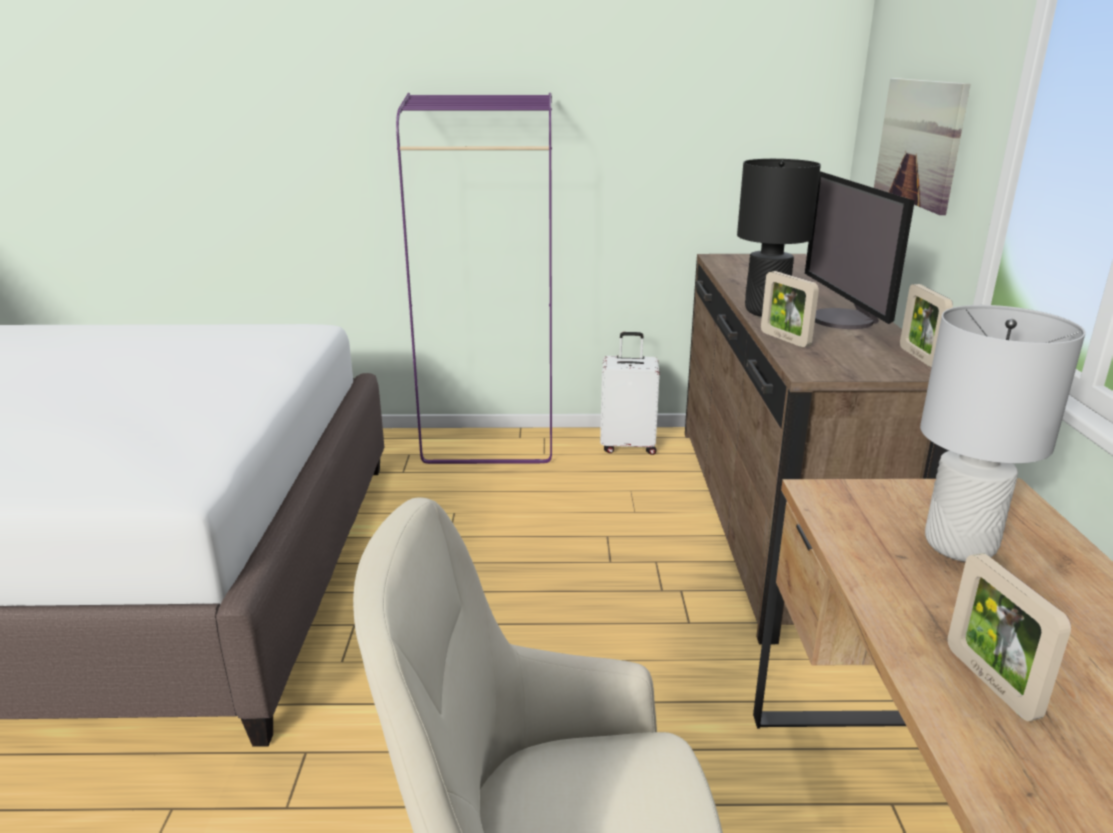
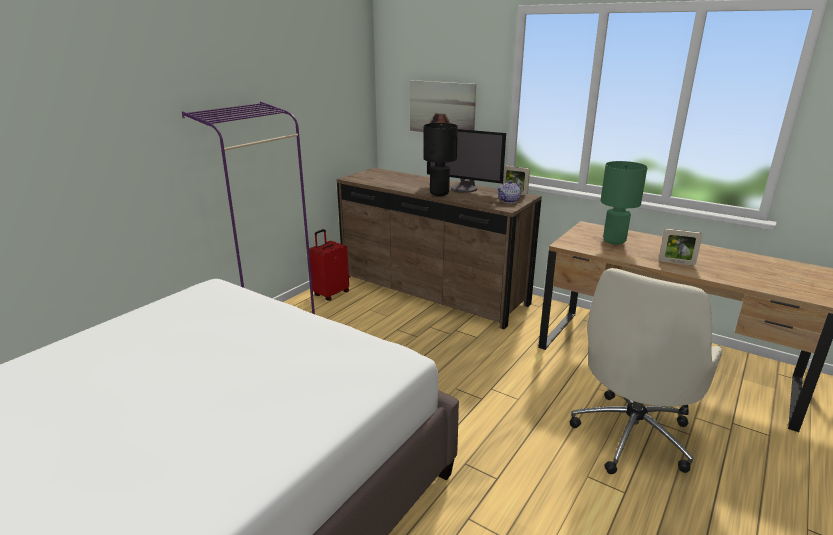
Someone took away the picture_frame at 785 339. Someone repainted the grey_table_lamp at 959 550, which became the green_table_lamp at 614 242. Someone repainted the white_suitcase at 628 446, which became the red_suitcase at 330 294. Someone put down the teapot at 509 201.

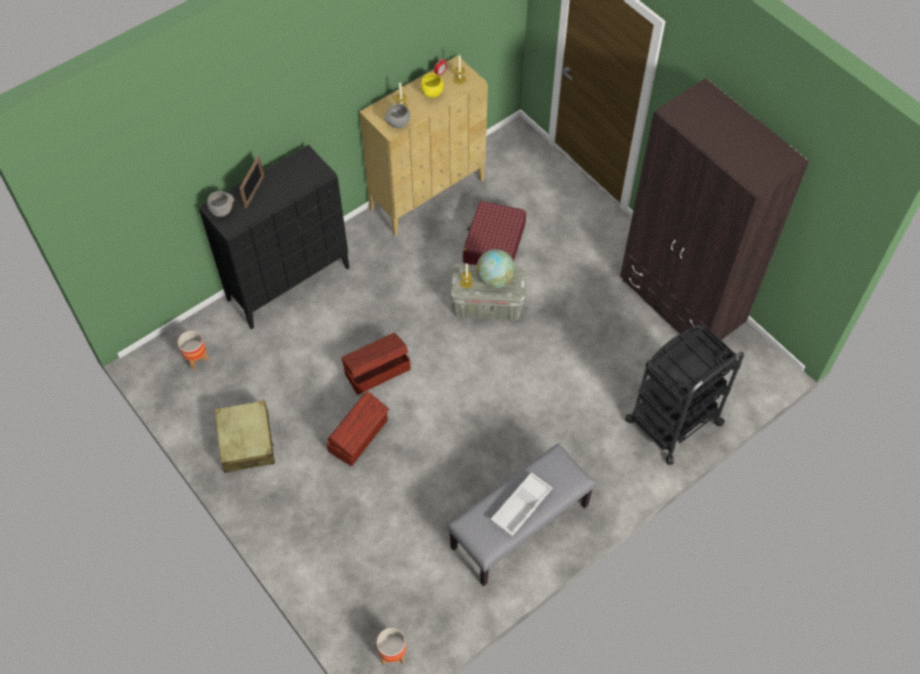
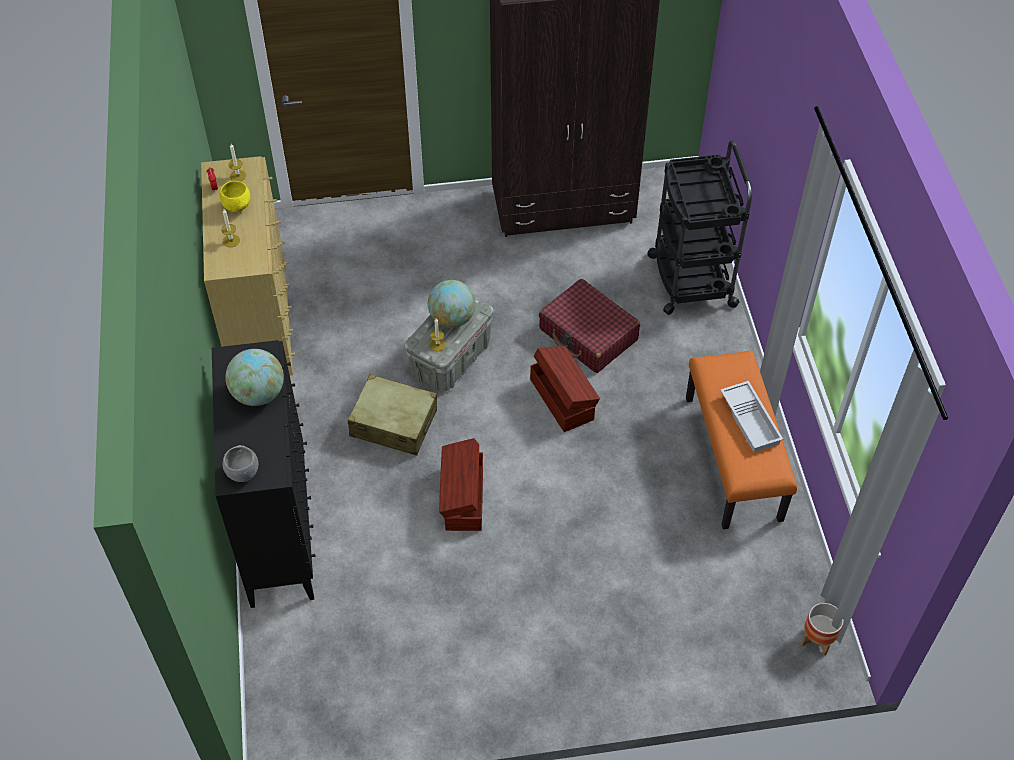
Someone took away the grey_bowl at 398 124. Someone took away the picture_frame at 254 192. Someone carried the red_suitcase from 494 243 to 588 335. Someone took away the planter at 196 359. Someone carried the brown_storage_box from 359 436 to 562 398. Someone carried the beige_suitcase from 246 441 to 393 423. Someone repainted the grey_bench at 520 527, which became the orange_bench at 734 458. Someone put down the globe at 258 394.

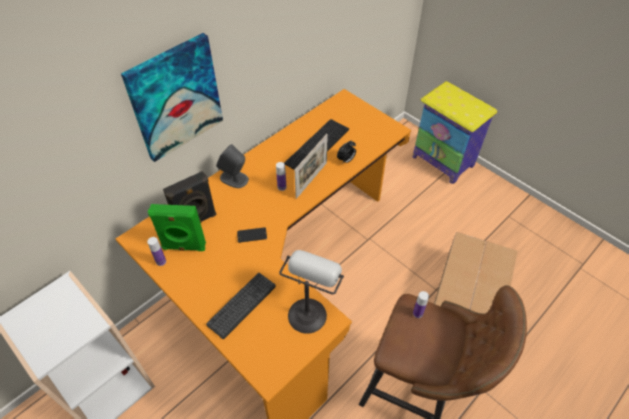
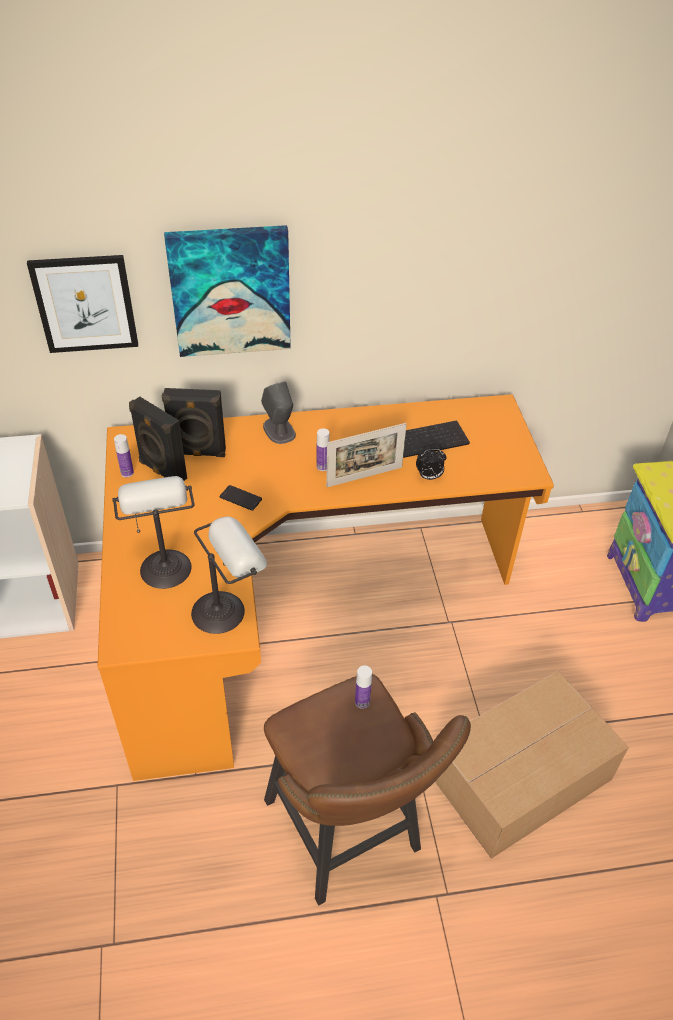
Someone repainted the green_speaker at 184 247, which became the black_speaker at 162 471. Someone swapped the keyboard at 242 305 for the table_lamp at 163 560. Someone put up the picture at 85 304.

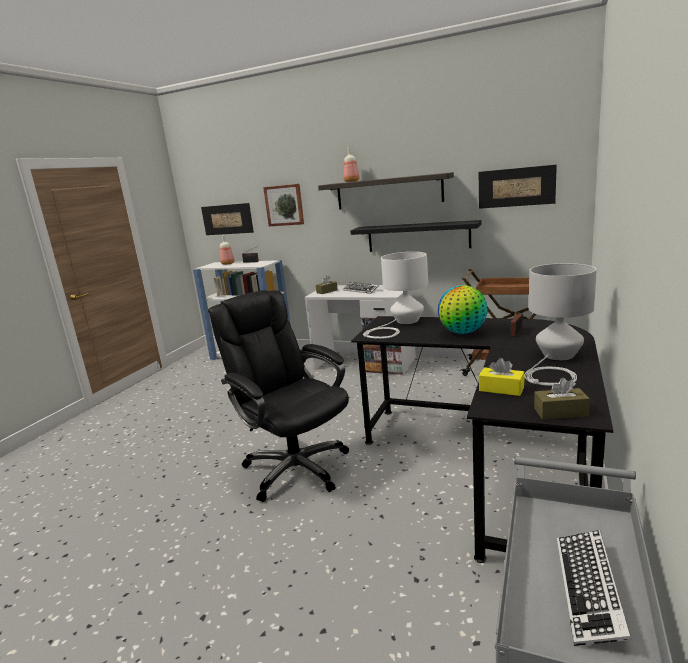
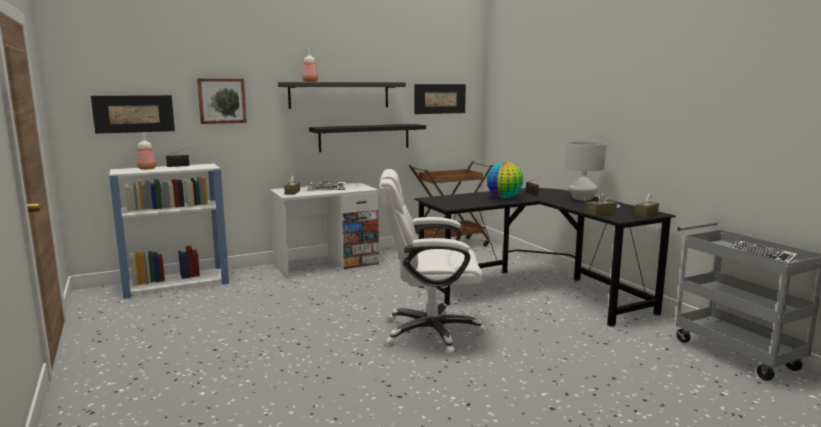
Someone took away the white_table_lamp at 397 325. Someone repainted the black_office_chair at 295 469, which became the white_office_chair at 431 332. Someone repainted the yellow_tissue_box at 501 389, which became the brown_tissue_box at 601 213.

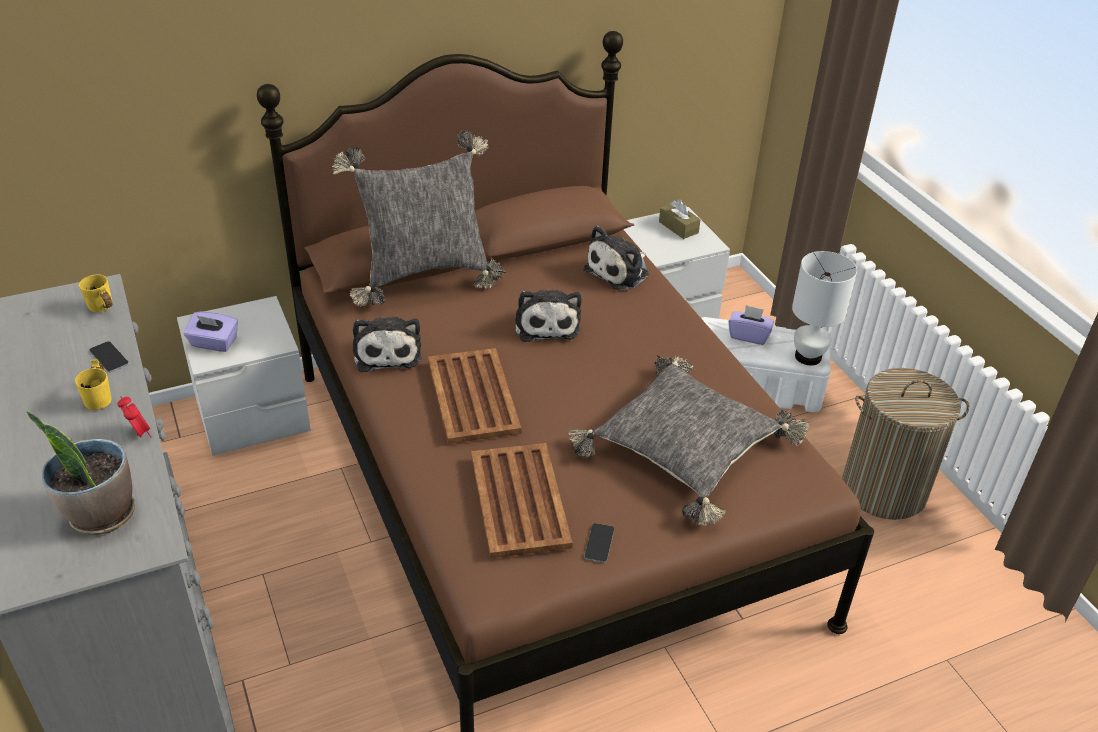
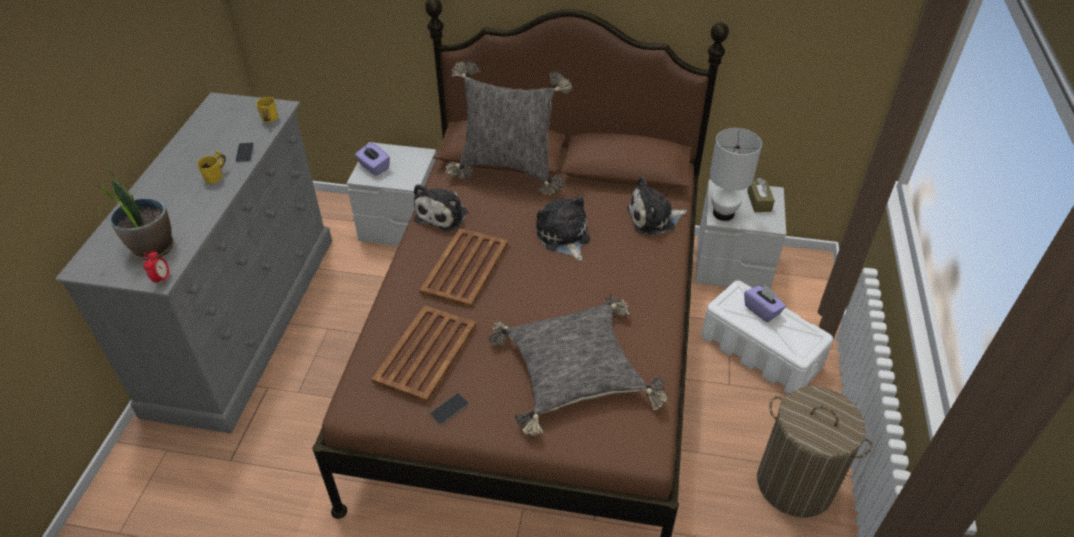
Someone carried the white_table_lamp from 807 357 to 723 213. Someone rotated the plush_toy at 546 324 by 135 degrees clockwise. Someone carried the alarm_clock from 139 433 to 162 279.

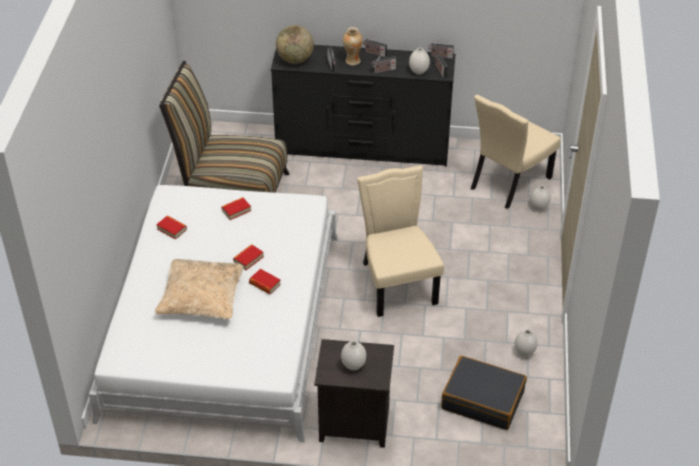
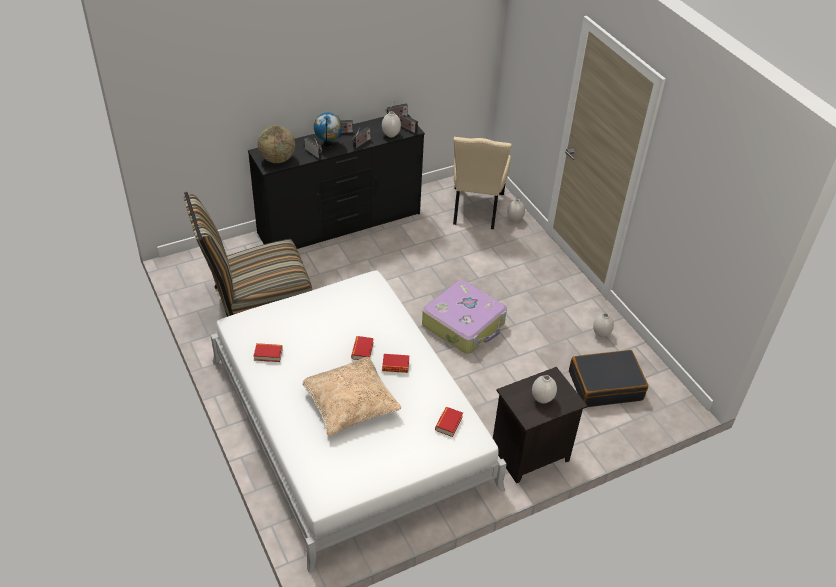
Someone swapped the vase at 352 61 for the globe at 328 144. Someone swapped the beige_chair at 397 285 for the suitcase at 464 324. Someone carried the book from 236 210 to 448 423.

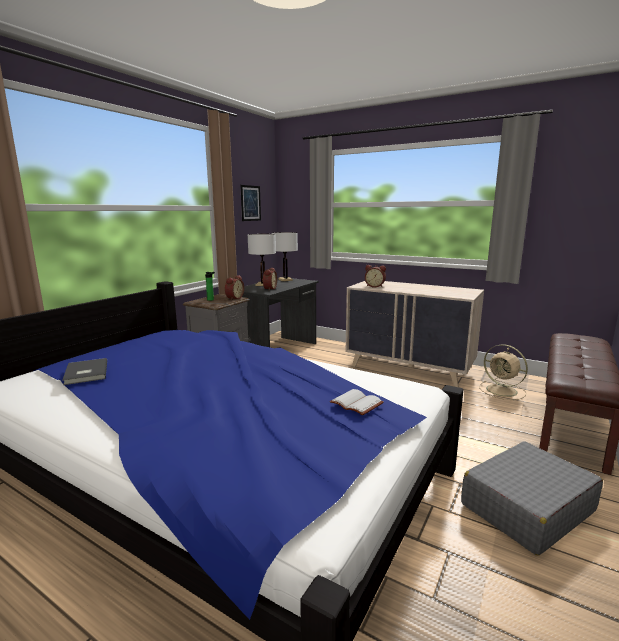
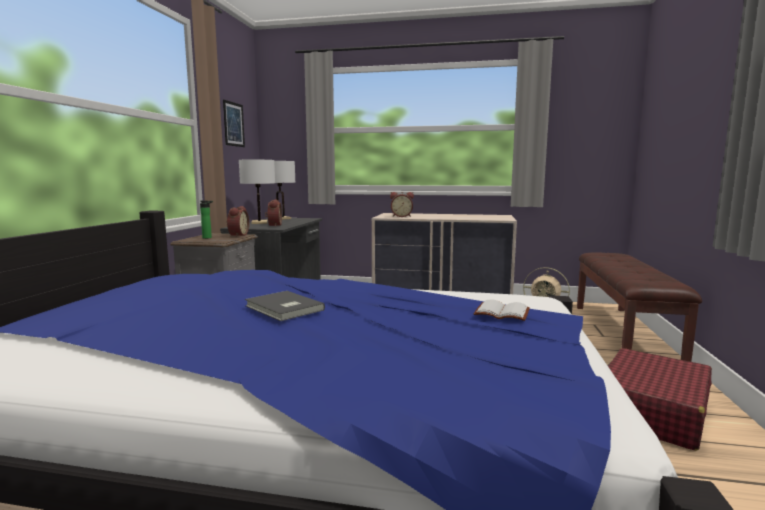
Someone carried the grey_book from 85 373 to 283 308. Someone repainted the grey_suitcase at 526 507, which became the red_suitcase at 651 411.

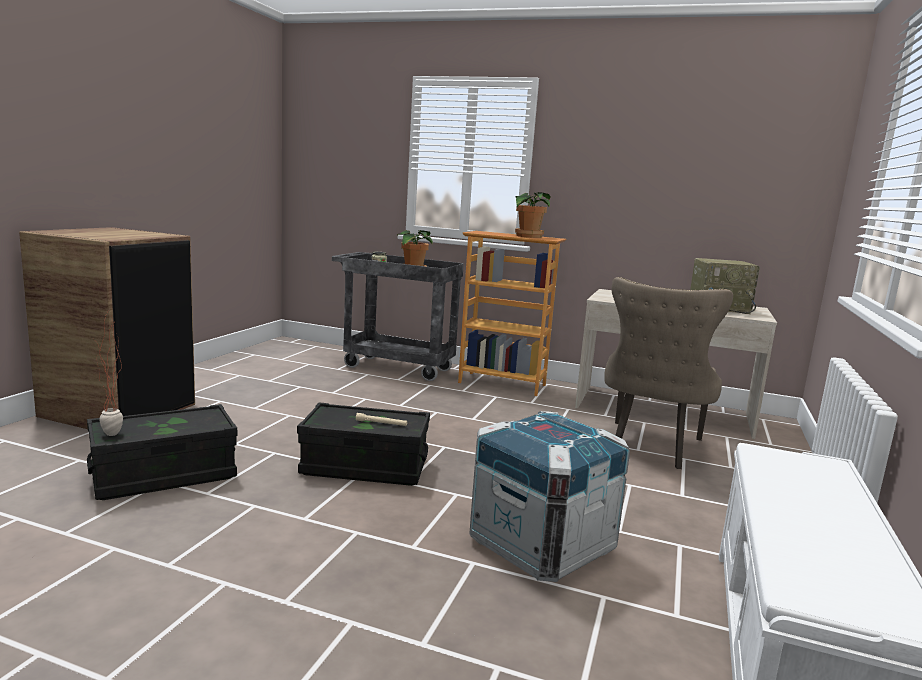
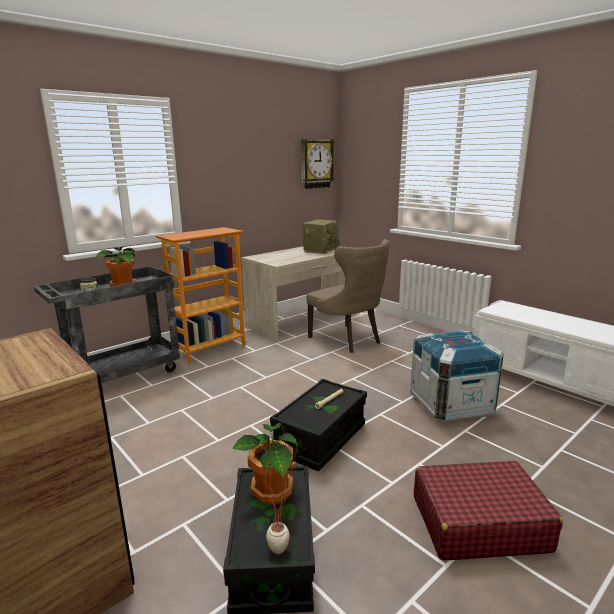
Someone carried the potted_plant from 527 236 to 271 492. Someone put up the wall_clock at 316 163. Someone put down the red_suitcase at 478 523.

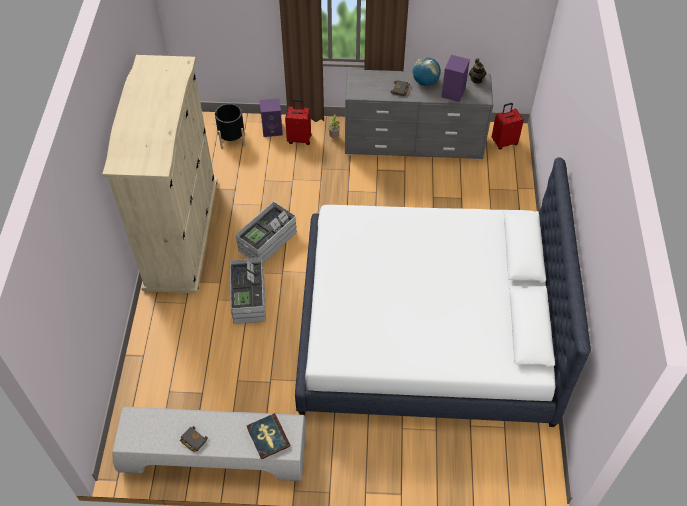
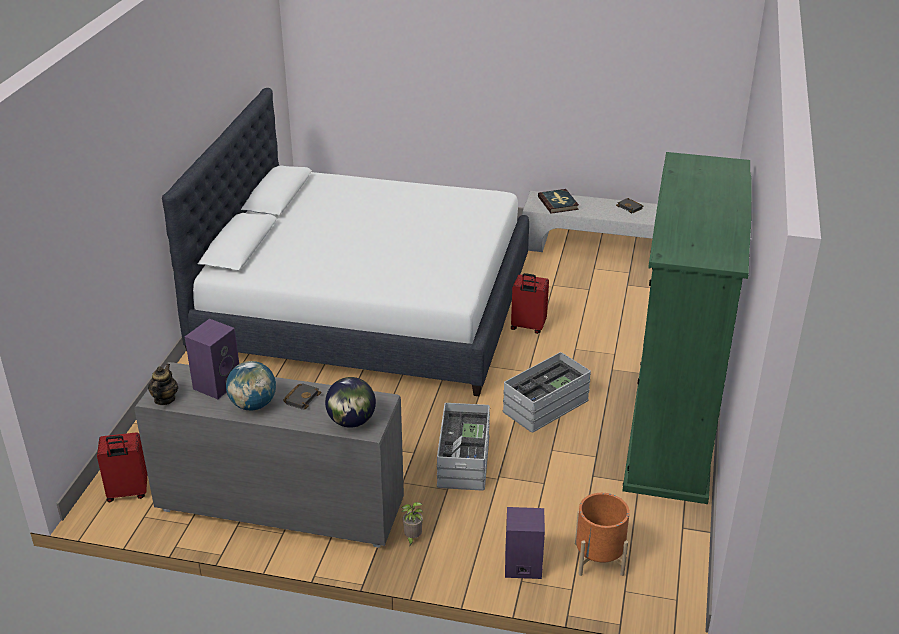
Someone repainted the beige_wardrobe at 181 233, which became the green_wardrobe at 672 427. Someone carried the red_suitcase from 299 139 to 527 327. Someone repainted the black_planter at 232 139, which became the orange_planter at 599 559. Someone carried the grey_storage_box from 248 297 to 464 460. Someone put down the globe at 351 422.

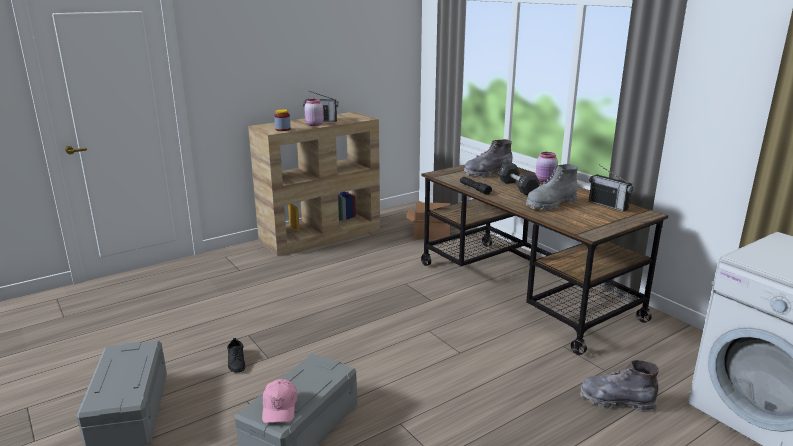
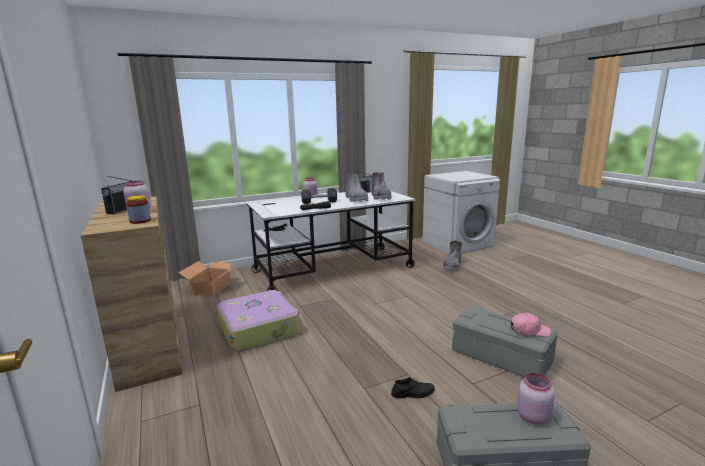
Someone carried the grey_boot from 487 173 to 380 197. Someone repainted the brown_desk at 524 290, which became the white_desk at 333 270. Someone put down the suitcase at 259 329. Someone put down the pink_jar at 532 416.

